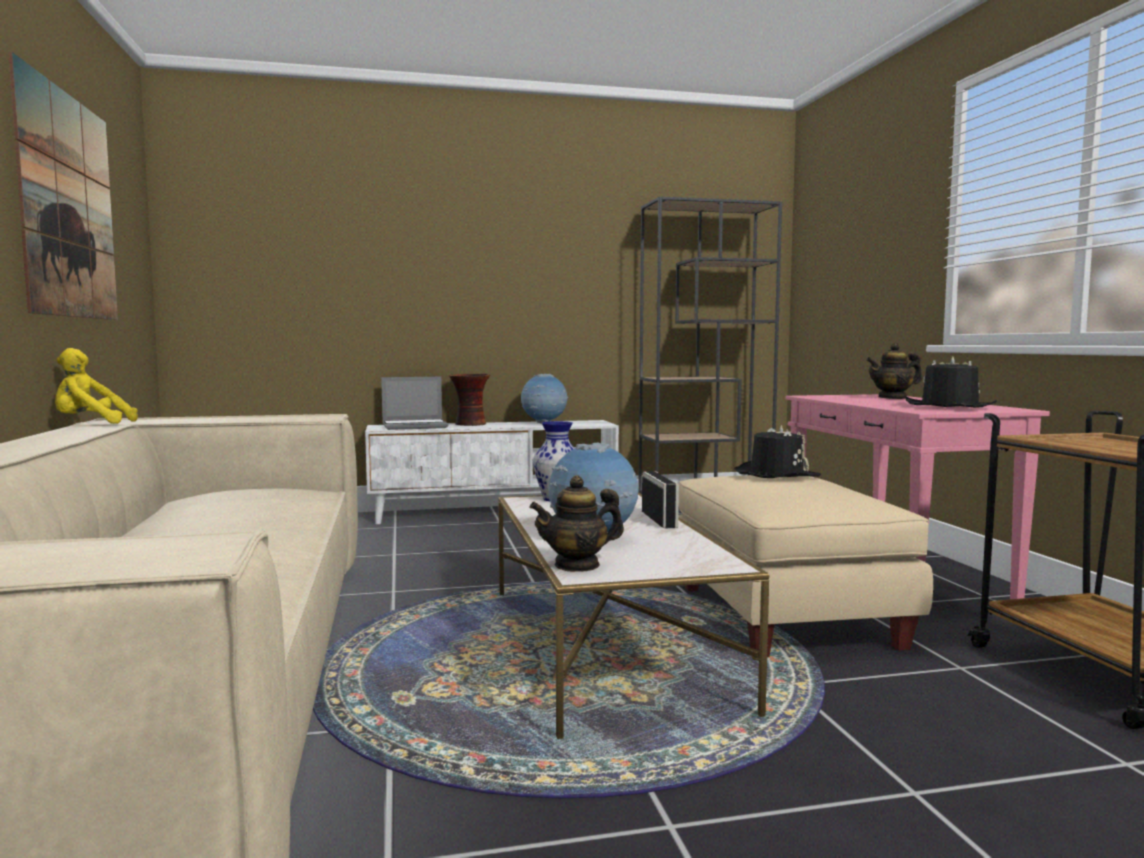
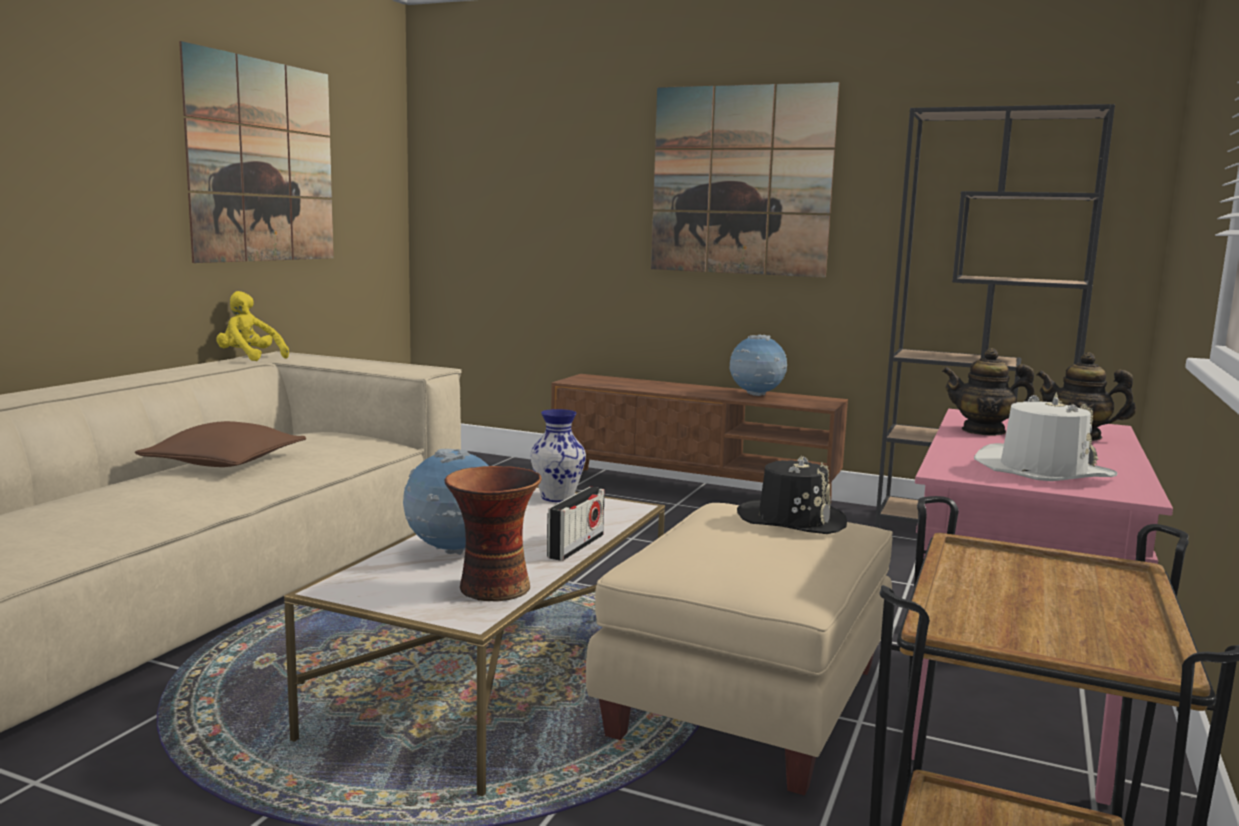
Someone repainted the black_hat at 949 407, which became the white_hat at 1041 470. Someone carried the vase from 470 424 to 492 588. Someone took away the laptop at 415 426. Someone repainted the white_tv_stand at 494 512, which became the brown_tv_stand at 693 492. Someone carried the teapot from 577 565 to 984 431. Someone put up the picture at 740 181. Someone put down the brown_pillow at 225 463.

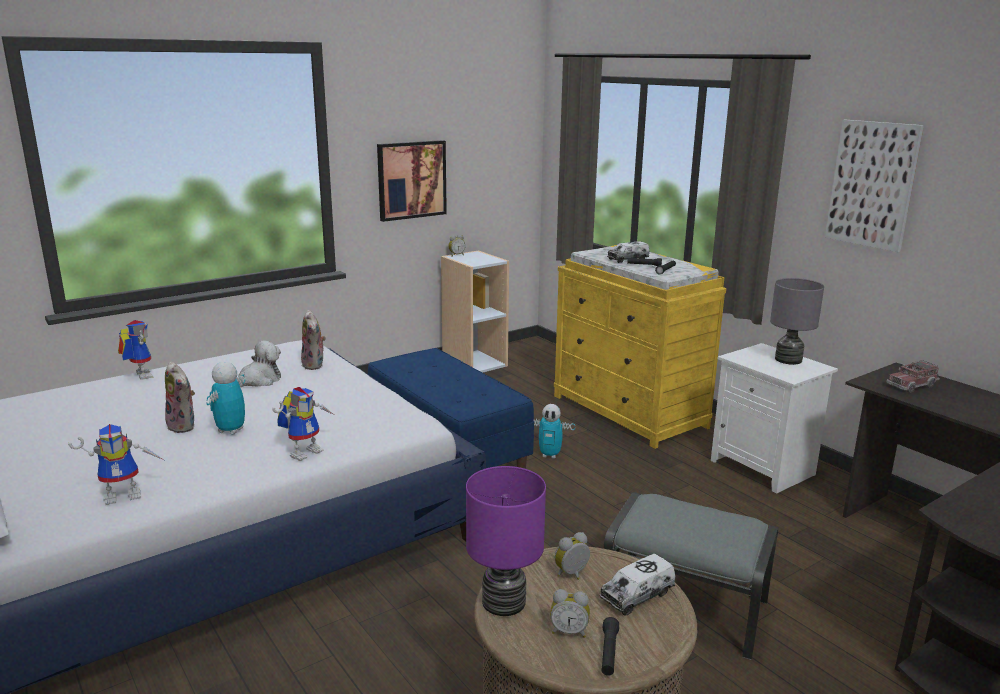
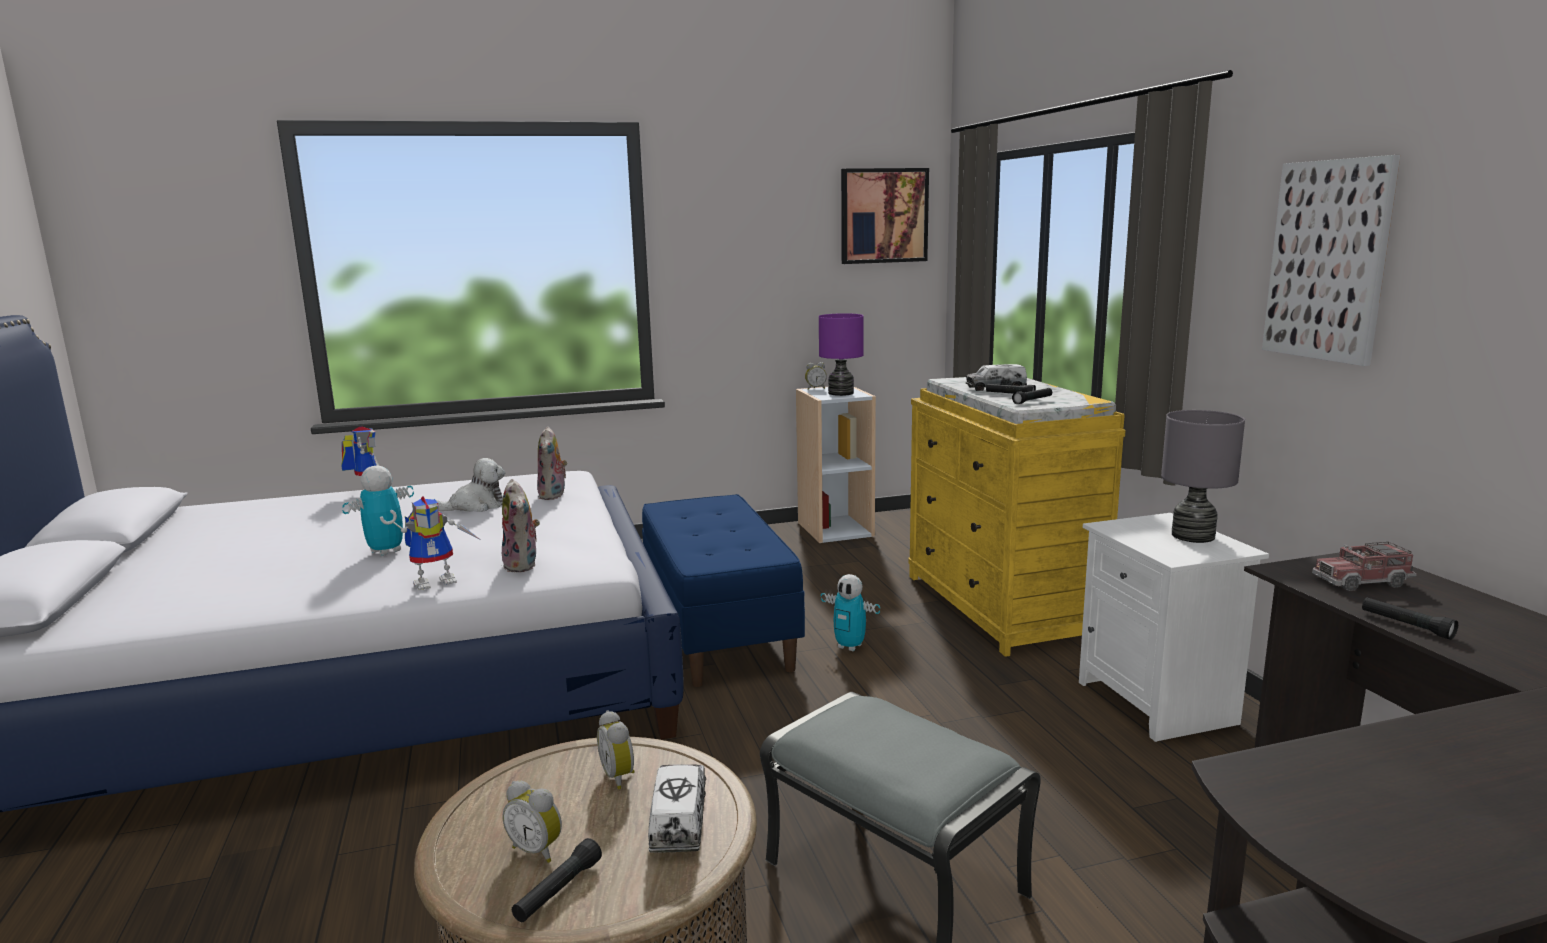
Someone carried the picture from 411 180 to 883 216. Someone carried the plush_toy from 184 426 to 523 565. Someone took away the toy_robot at 125 494. Someone carried the purple_table_lamp from 503 602 to 840 393. Someone rotated the alarm_clock at 572 575 by 105 degrees counterclockwise. Someone rotated the toy_truck at 637 595 by 105 degrees clockwise. Someone put down the black_flashlight at 1406 625.

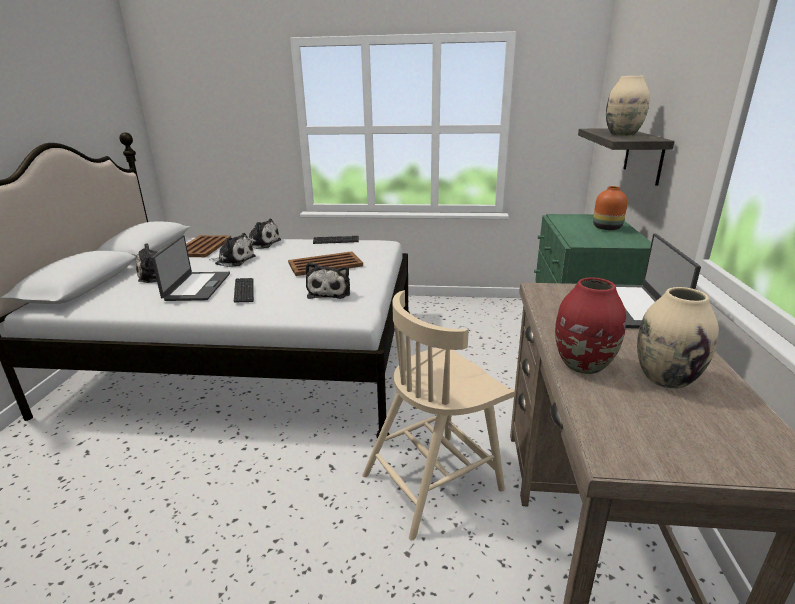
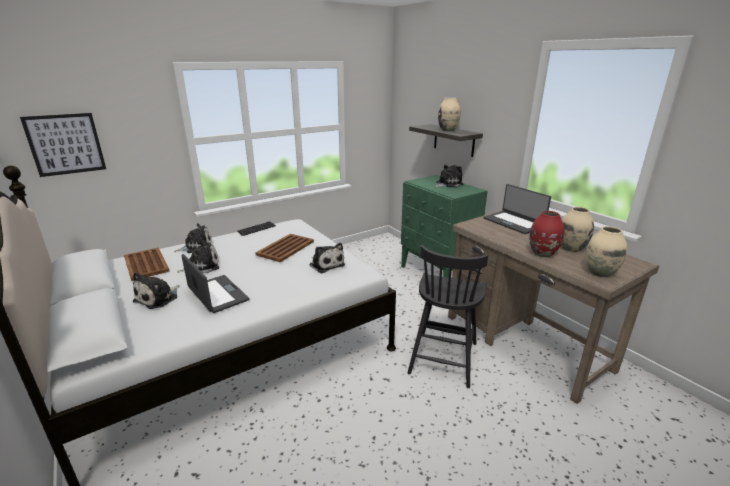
Someone swapped the orange_vase at 606 228 for the plush_toy at 447 184. Someone took away the keyboard at 244 291. Someone repainted the beige_chair at 435 480, which became the black_chair at 443 356. Someone put up the picture at 65 144. Someone put down the beige_vase at 599 273.

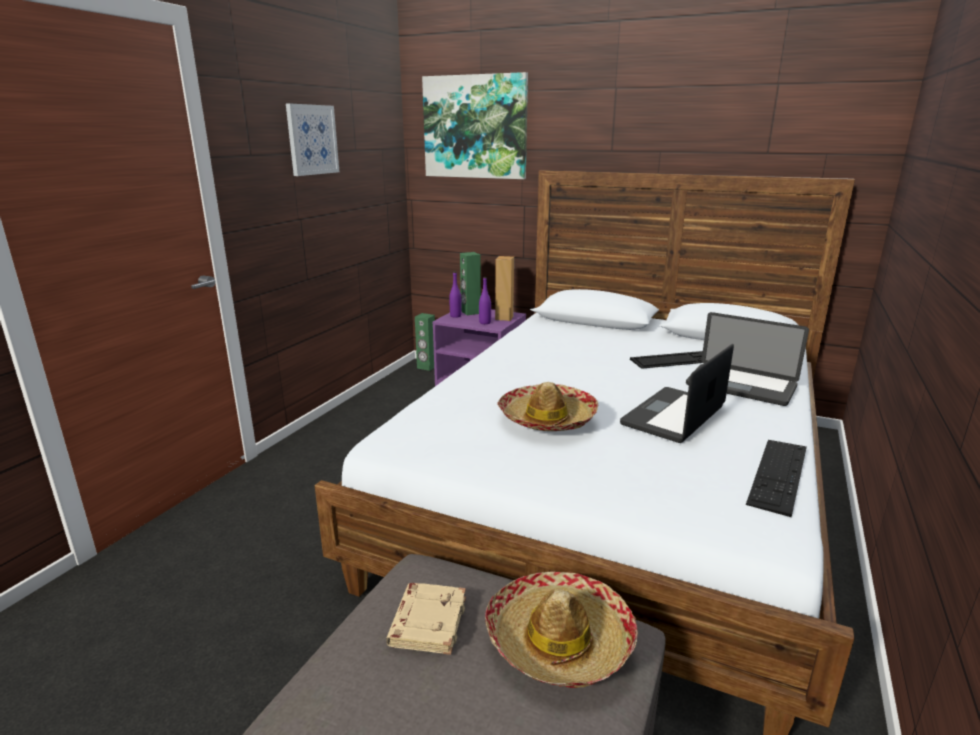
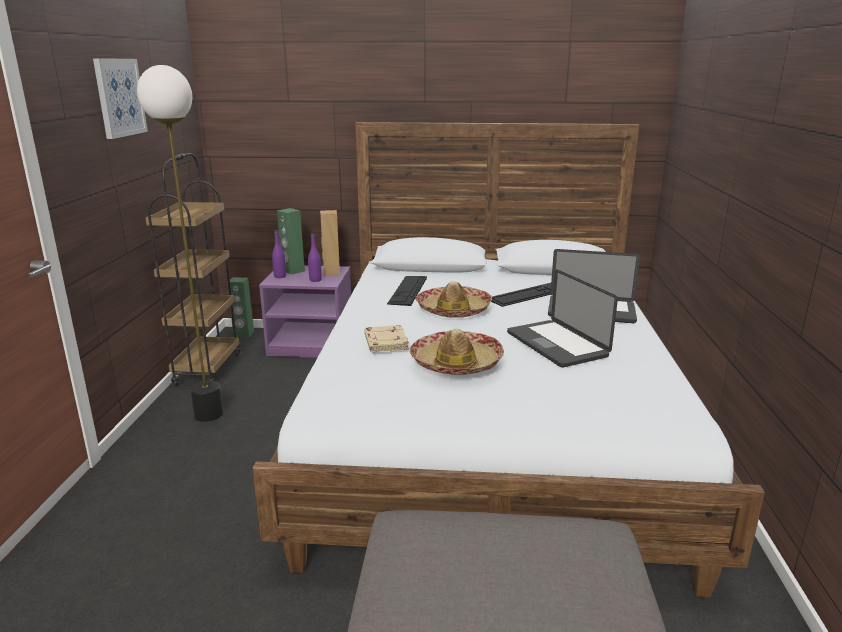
Someone took away the picture at 475 127. Someone rotated the laptop at 673 416 by 45 degrees counterclockwise. Someone carried the keyboard from 778 474 to 408 290. Someone carried the hat from 559 640 to 453 310. Someone carried the beige_book from 427 622 to 385 343. Someone put down the floor_lamp at 209 414. Someone put down the brown_cart at 207 370.

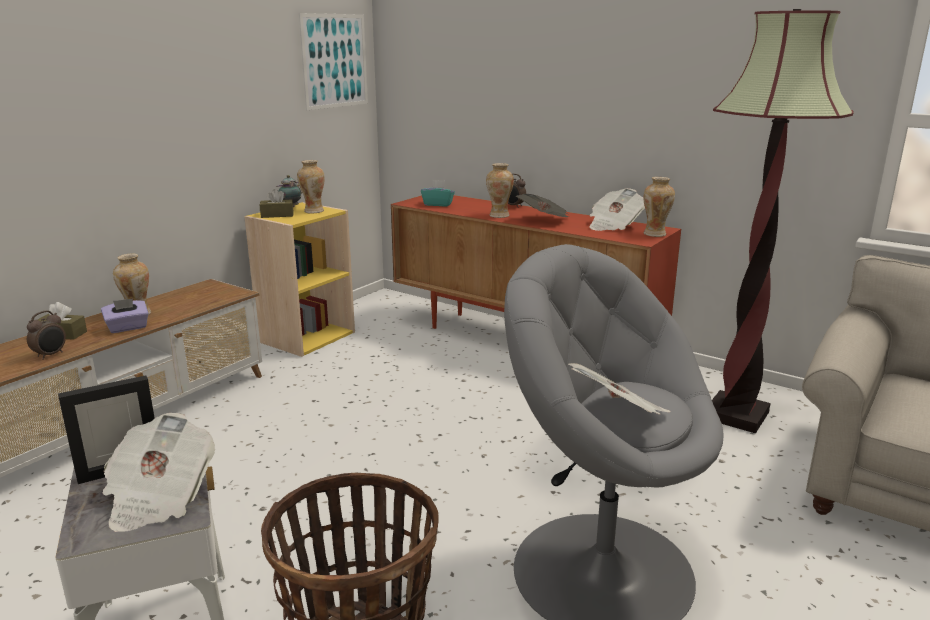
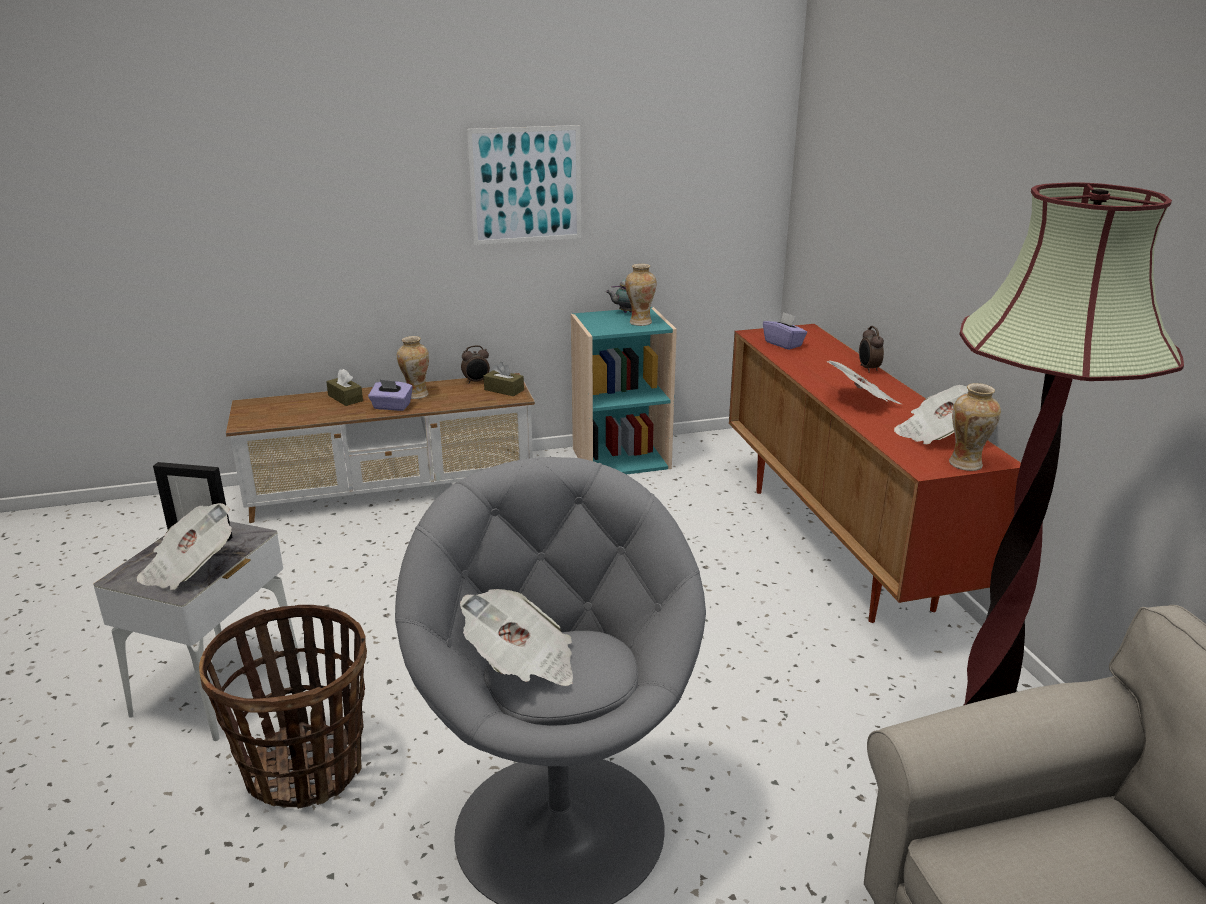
Someone carried the picture from 335 61 to 526 185. Someone took away the vase at 499 215. Someone repainted the turquoise_tissue_box at 438 204, which became the purple_tissue_box at 783 344. Someone carried the brown_tissue_box from 277 215 to 504 390. Someone repainted the yellow_bookcase at 307 336, which became the turquoise_bookcase at 622 458. Someone carried the alarm_clock from 51 355 to 476 382.

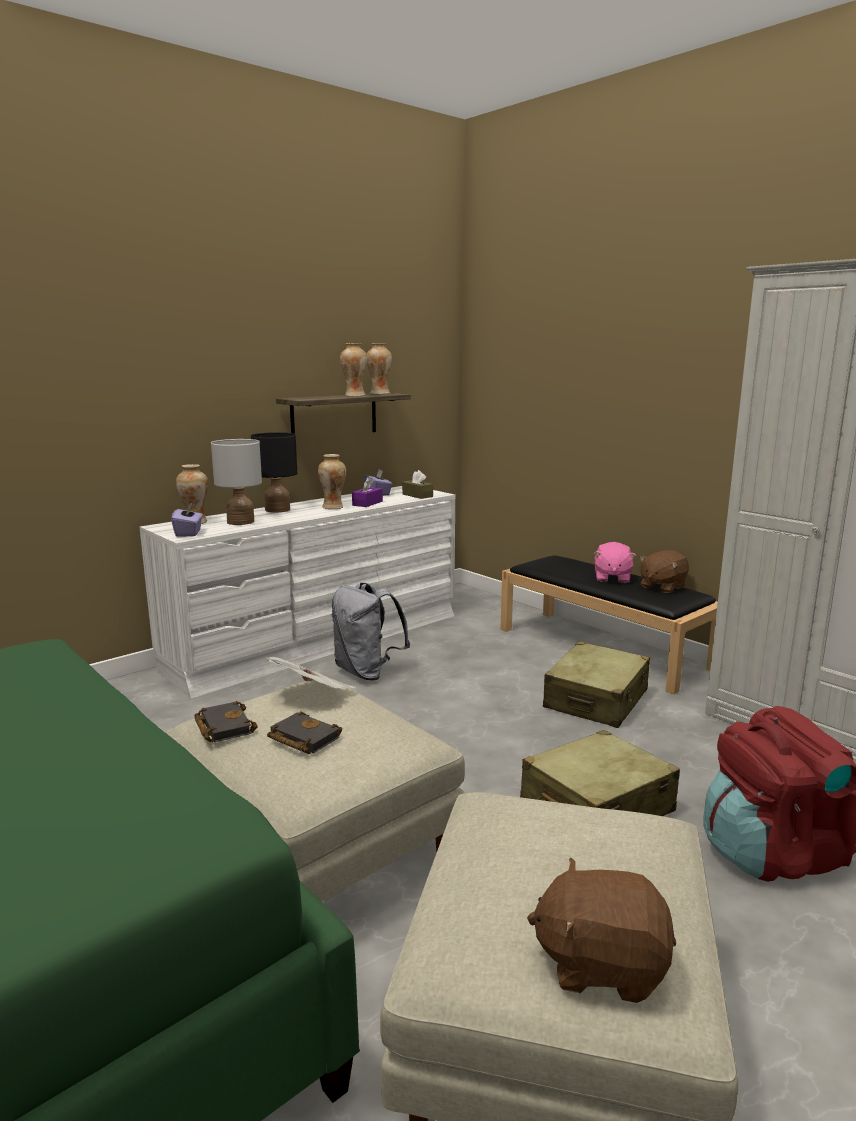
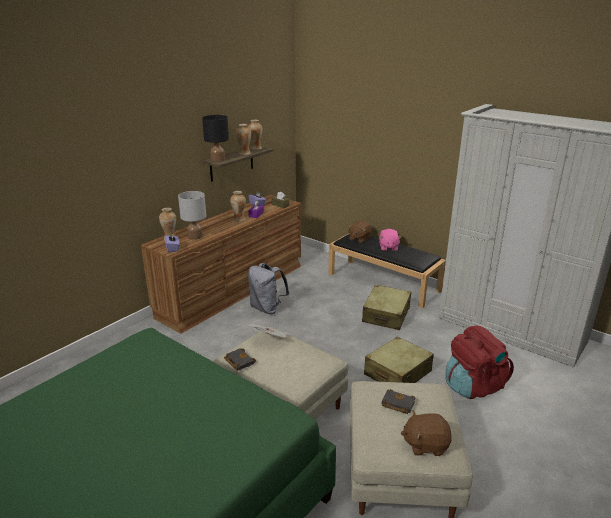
Someone carried the black_table_lamp from 277 510 to 218 160. Someone repainted the white_dresser at 317 640, which became the brown_dresser at 232 289. Someone carried the brown_plush_toy from 662 587 to 359 239. Someone carried the black_book from 302 738 to 397 404.

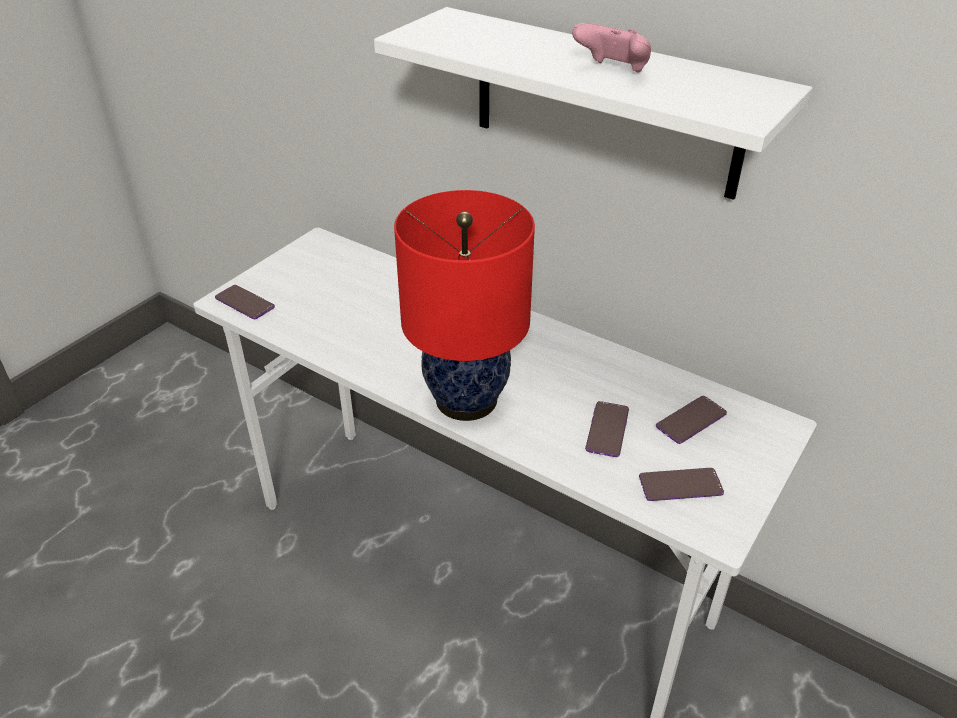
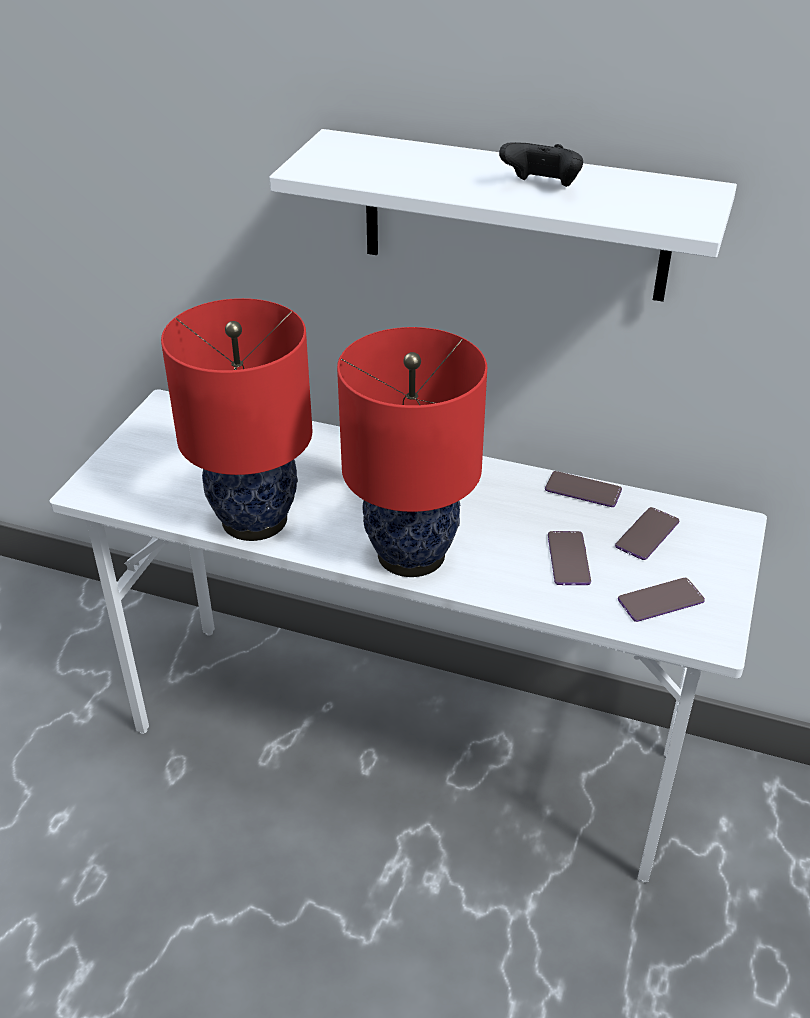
Someone repainted the pink_game_controller at 613 71, which became the black_game_controller at 541 187. Someone carried the phone from 244 303 to 583 490. Someone put down the red_table_lamp at 254 519.

